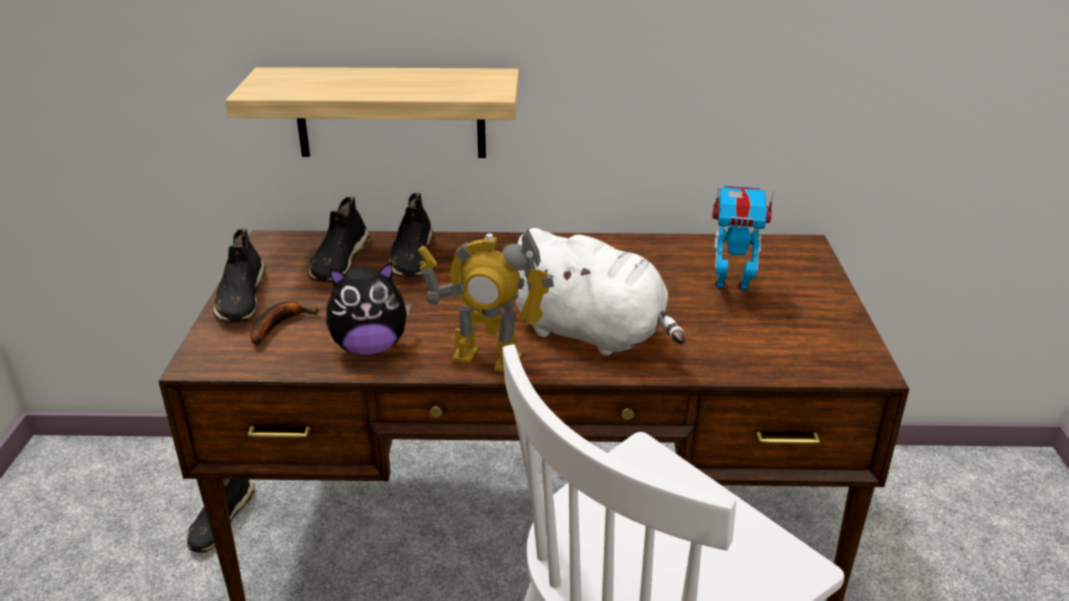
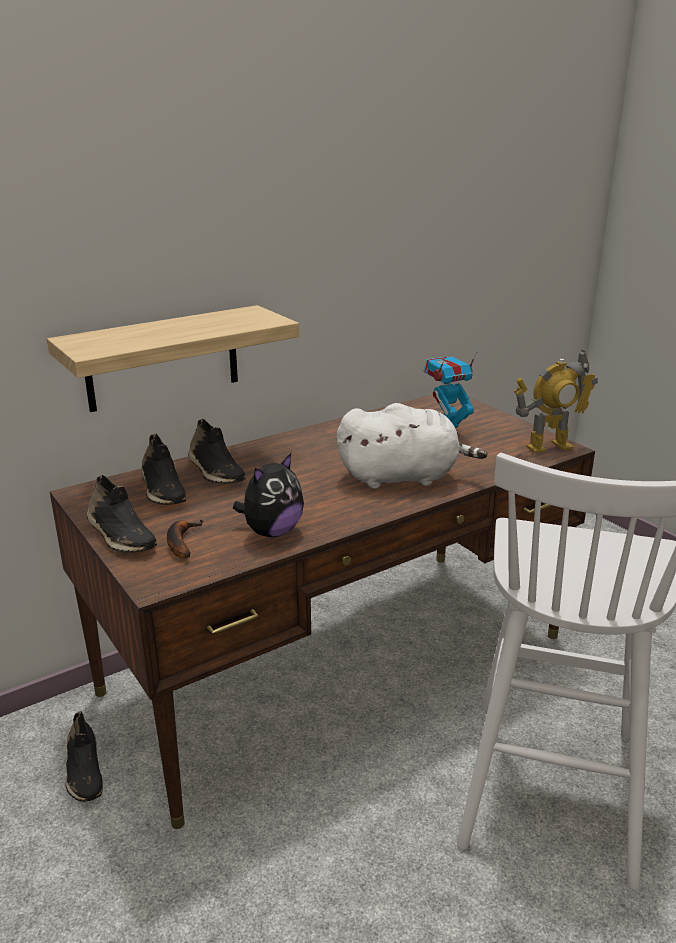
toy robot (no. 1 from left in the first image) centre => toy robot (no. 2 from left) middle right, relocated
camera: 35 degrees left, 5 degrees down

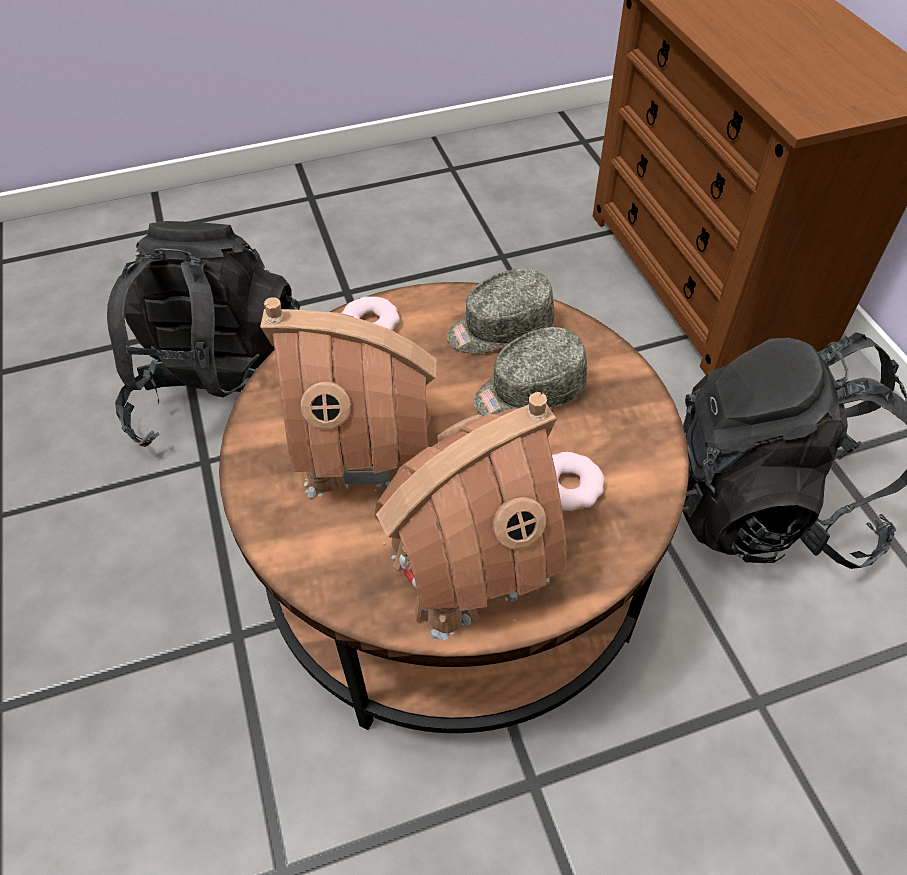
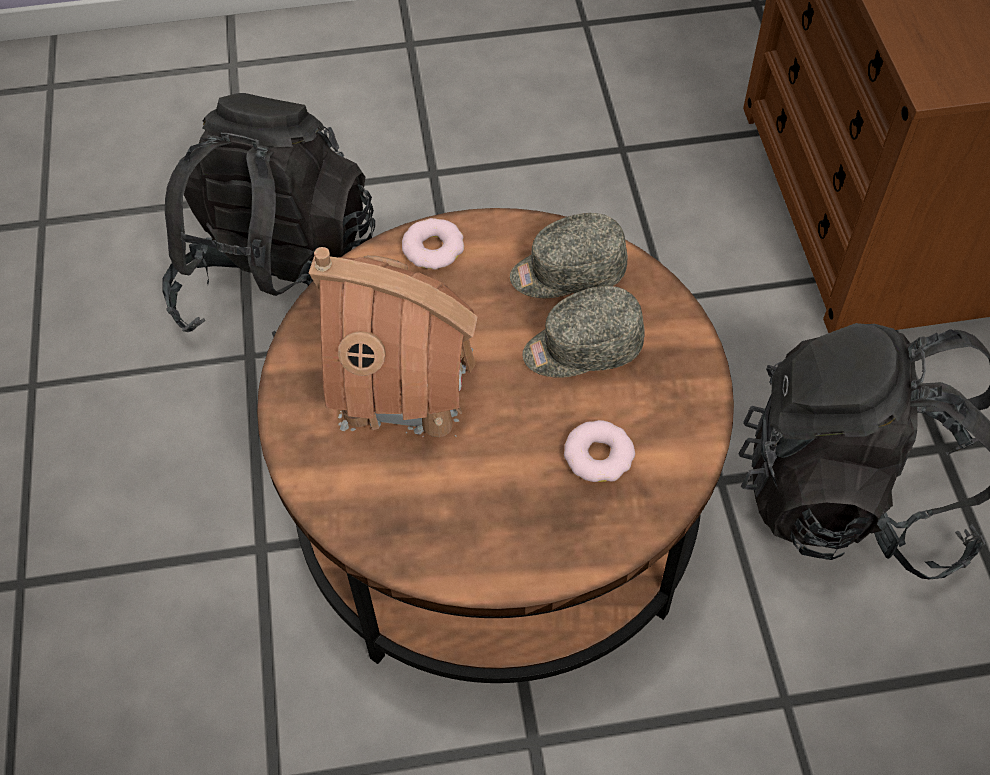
model house (no. 2 from left) centre => nothing
camera: 10 degrees right, 5 degrees up

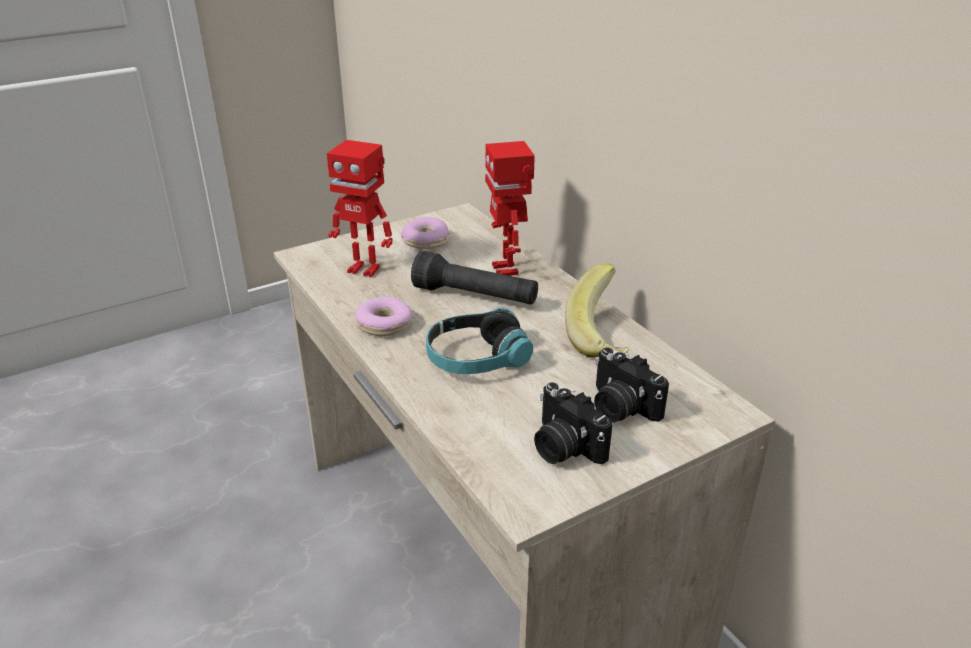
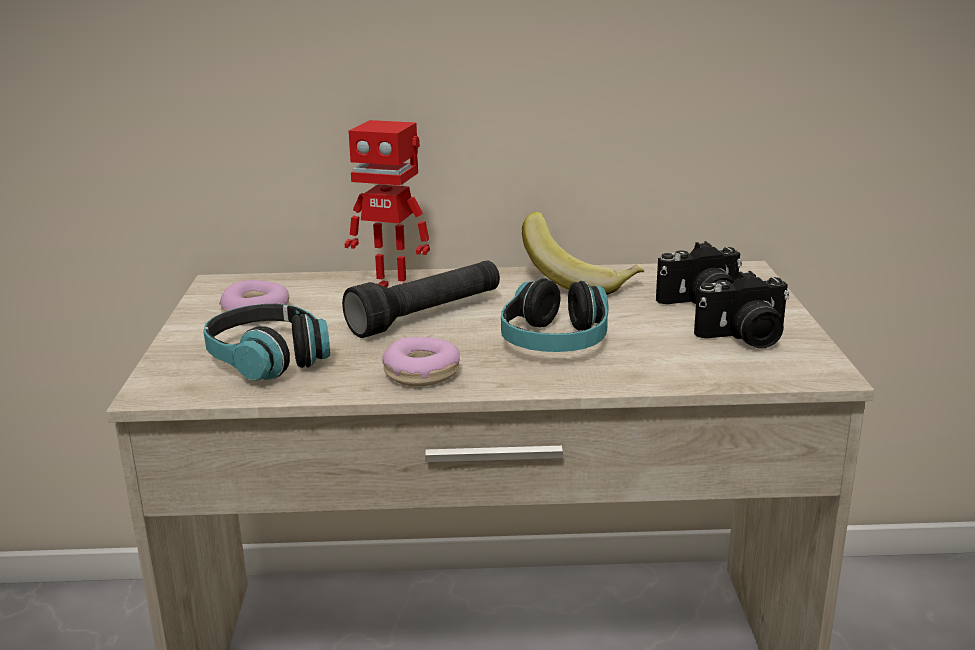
toy robot (no. 1 from left) top centre => headphones (no. 1 from left) middle left
camera: 60 degrees left, 10 degrees down

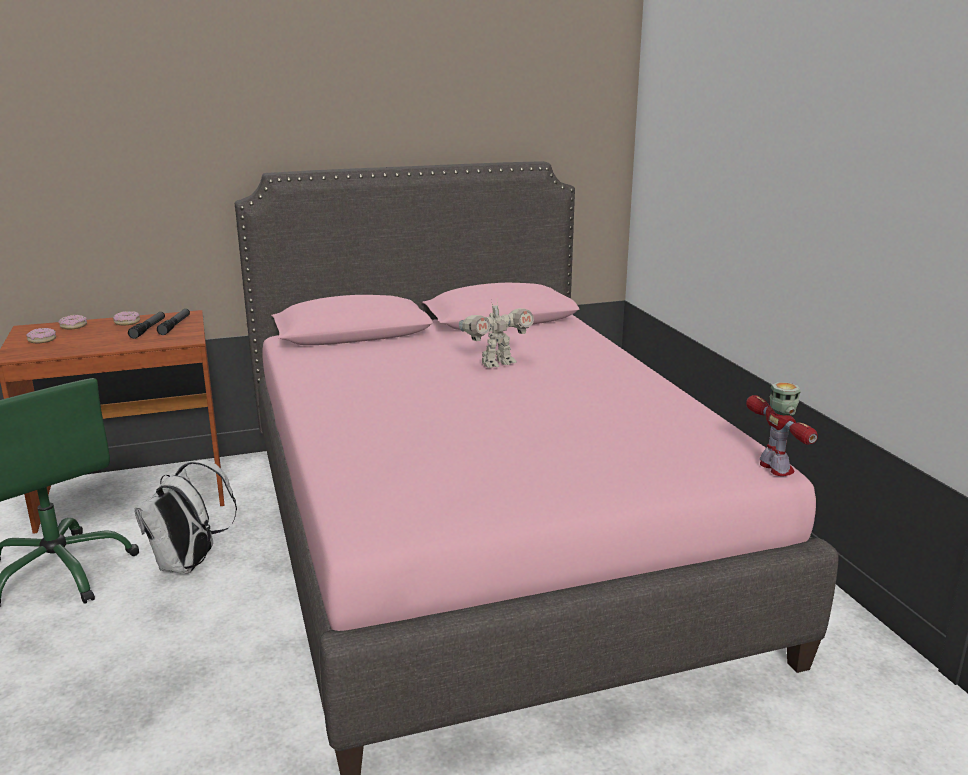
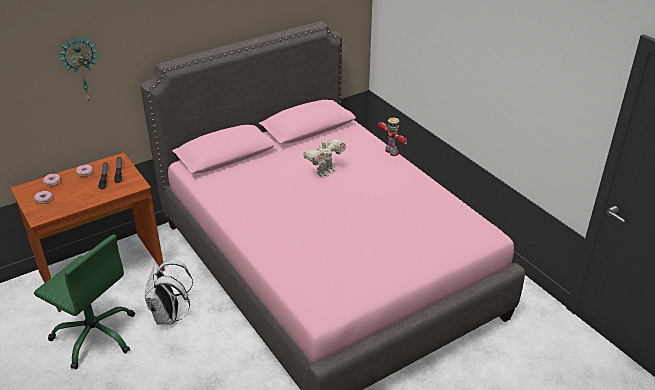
nothing => hanging clock top left
toy robot (no. 2 from left) middle right => toy robot (no. 2 from left) centre, relocated
camera: 15 degrees left, 15 degrees up

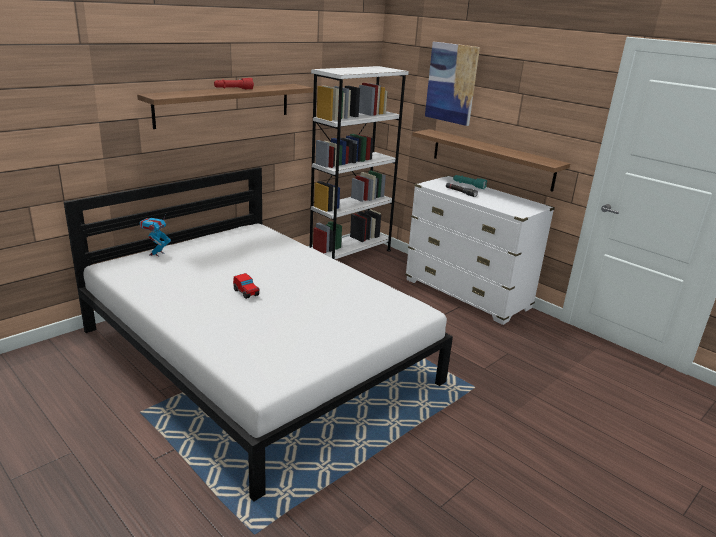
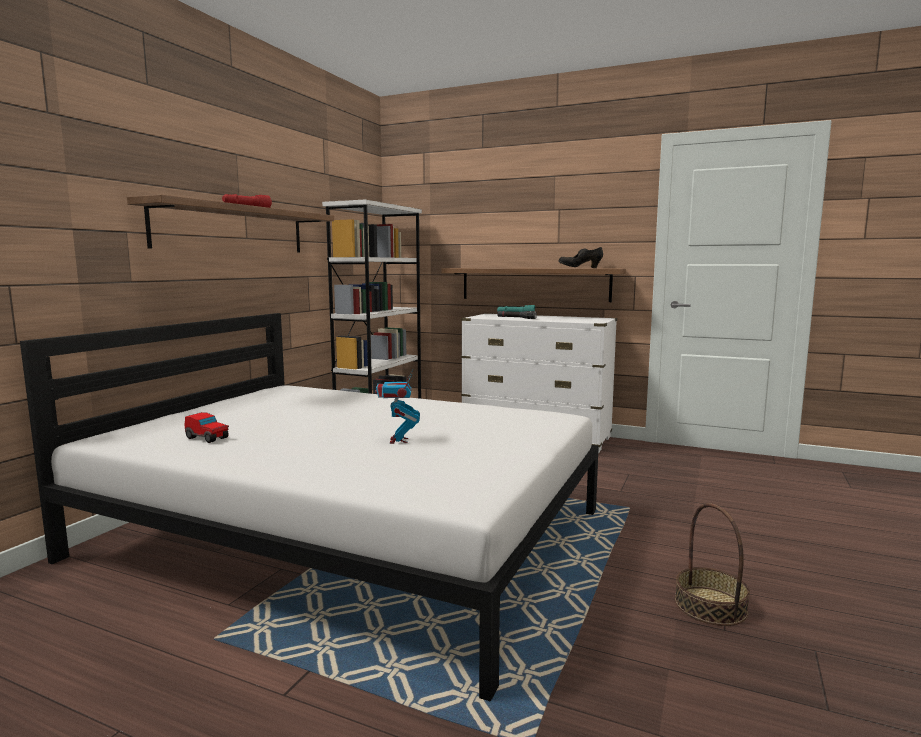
wall picture top centre => nothing
nothing => black-coloured shoe centre
nothing => household basket bottom right
toy robot middle left => toy robot centre, relocated
toy car centre => toy car middle left, relocated
camera: 20 degrees left, 15 degrees down

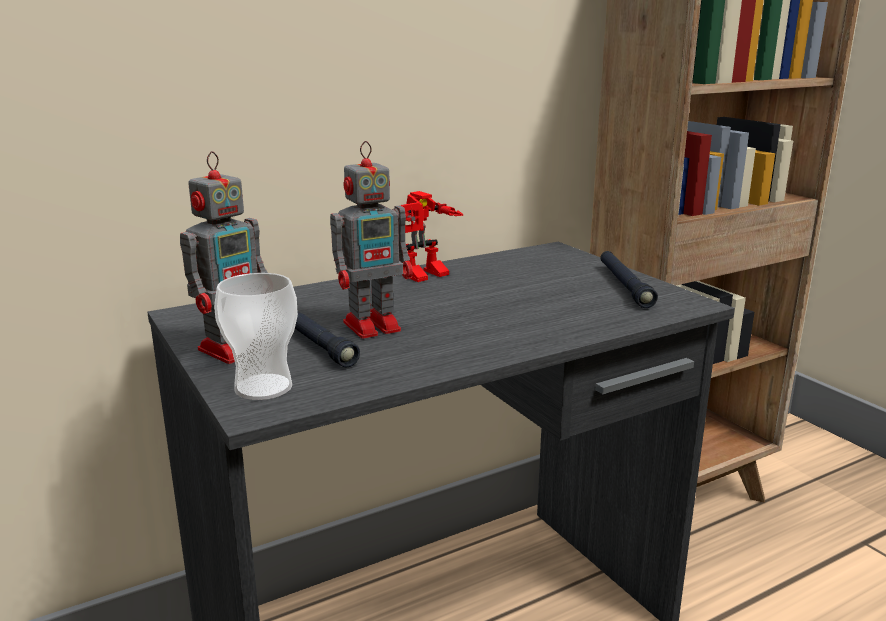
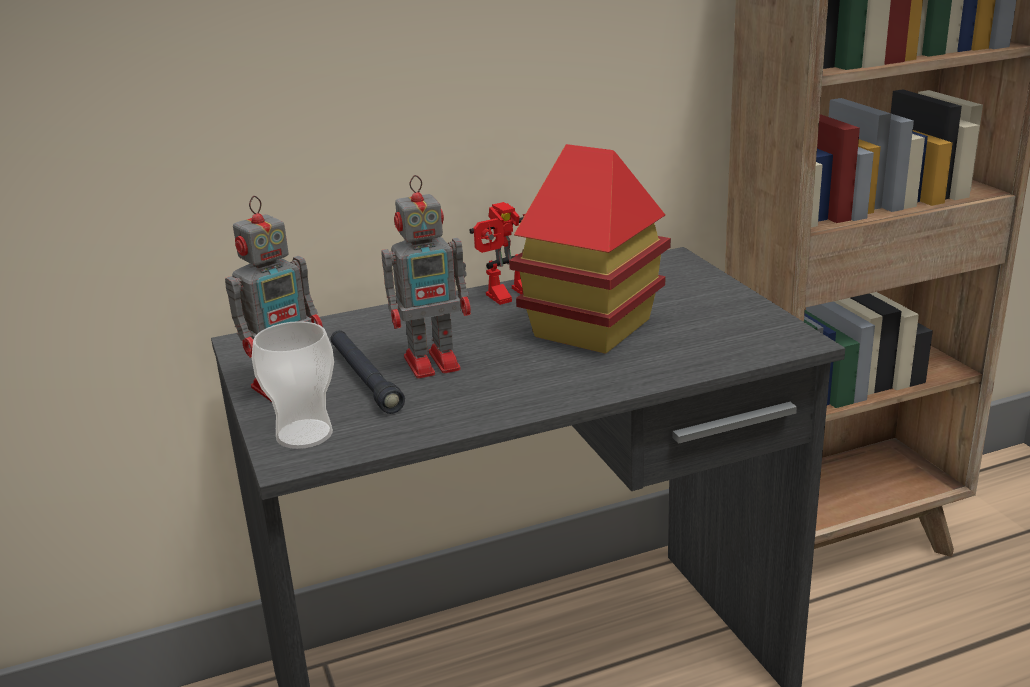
black-coloured flashlight (no. 2 from left) middle right => nothing
nothing => model house centre
camera: 10 degrees right, 5 degrees up

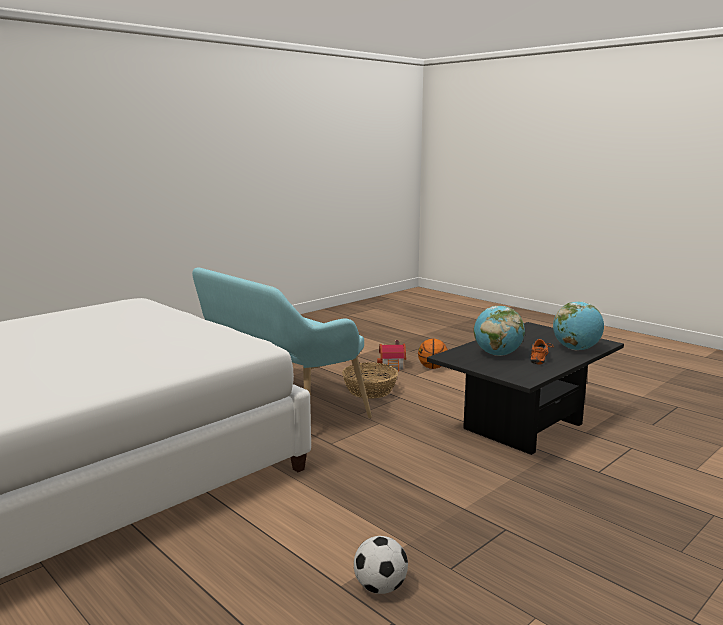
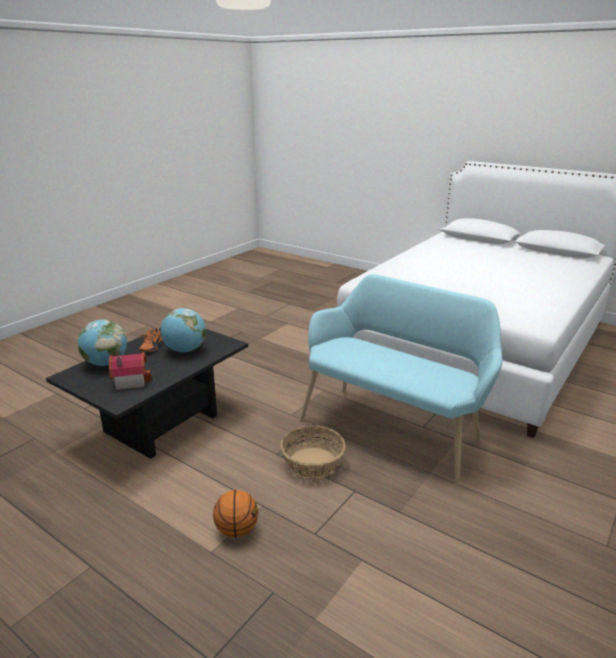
football ball bottom centre => nothing
model house centre => model house middle left, relocated
camera: 170 degrees right, 10 degrees up

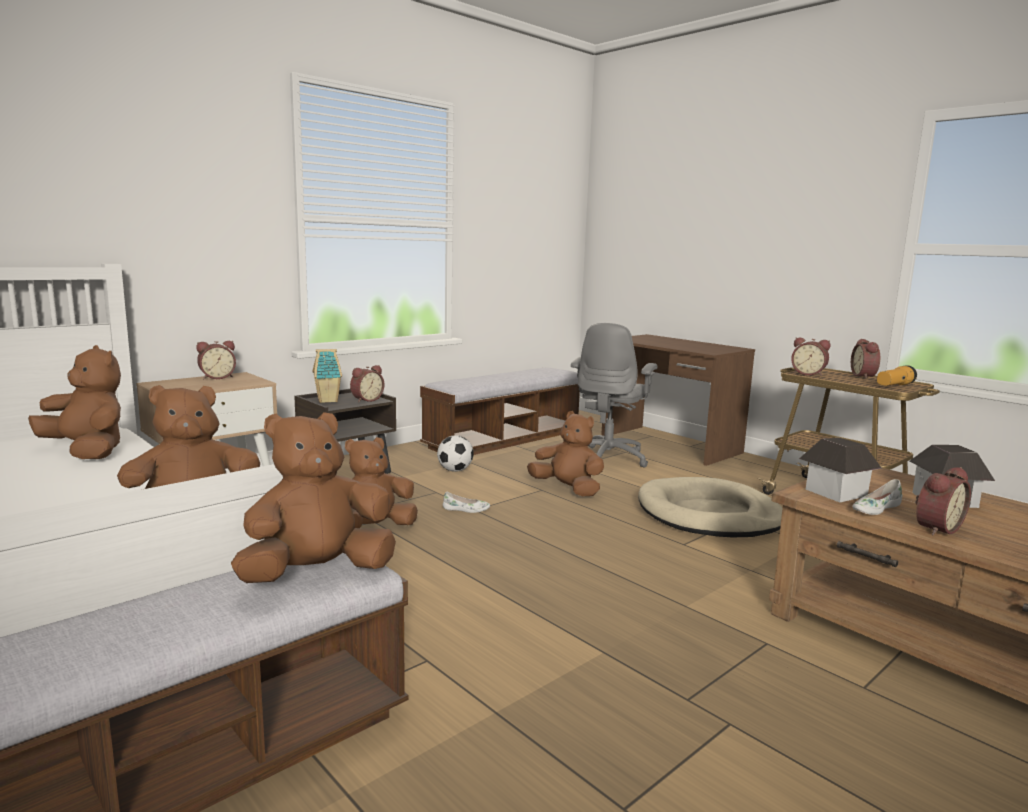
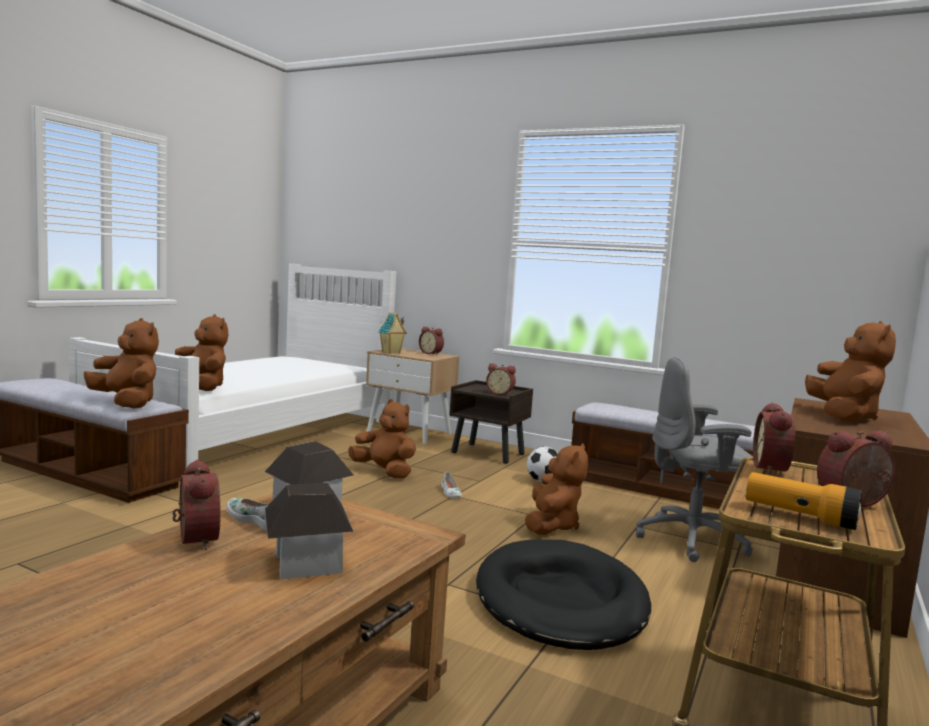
brownish cuddly toy (no. 1 from left in the first image) middle left => brownish cuddly toy (no. 5 from left) middle right, relocated
model house (no. 1 from left in the first image) middle left => model house (no. 3 from left) centre, relocated
sand-coloured dog cushion middle right => black-coloured dog cushion bottom centre
table clock (no. 5 from left in the first image) middle right => table clock (no. 1 from left) bottom left, 150 degrees counterclockwise
camera: 70 degrees right, 5 degrees down

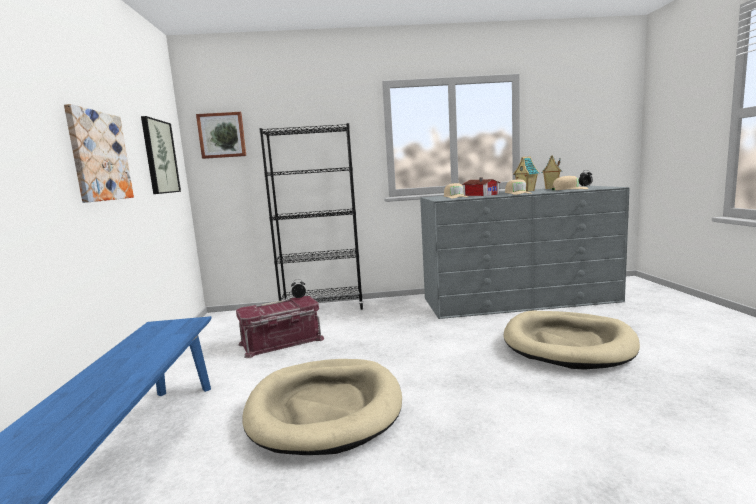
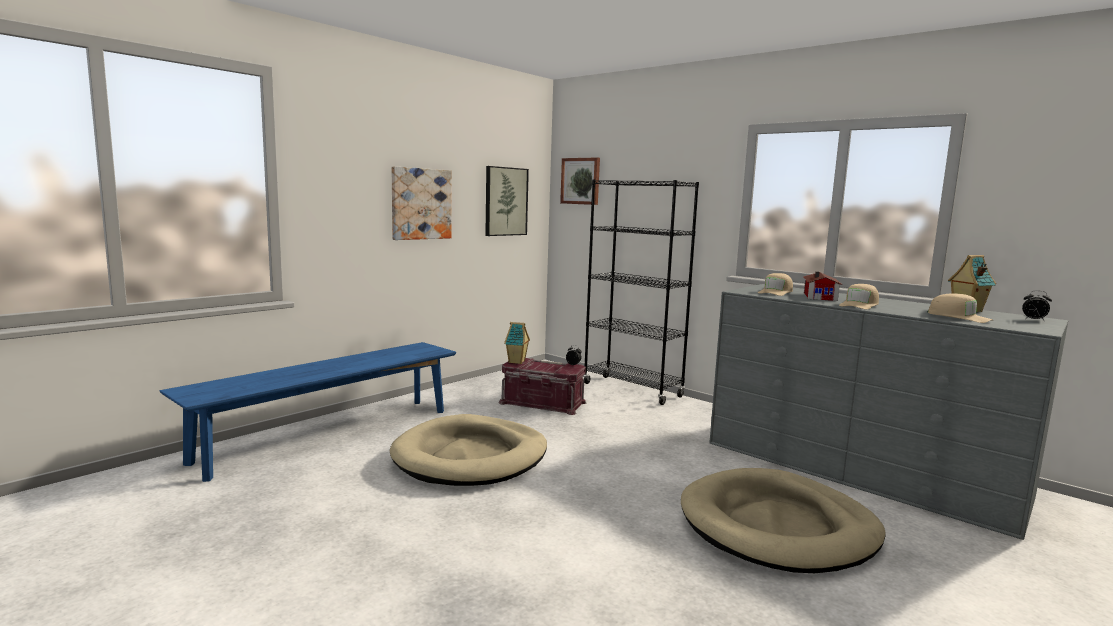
model house (no. 2 from left in the first image) middle right => model house (no. 1 from left) centre, relocated
camera: 45 degrees right, 0 degrees up

